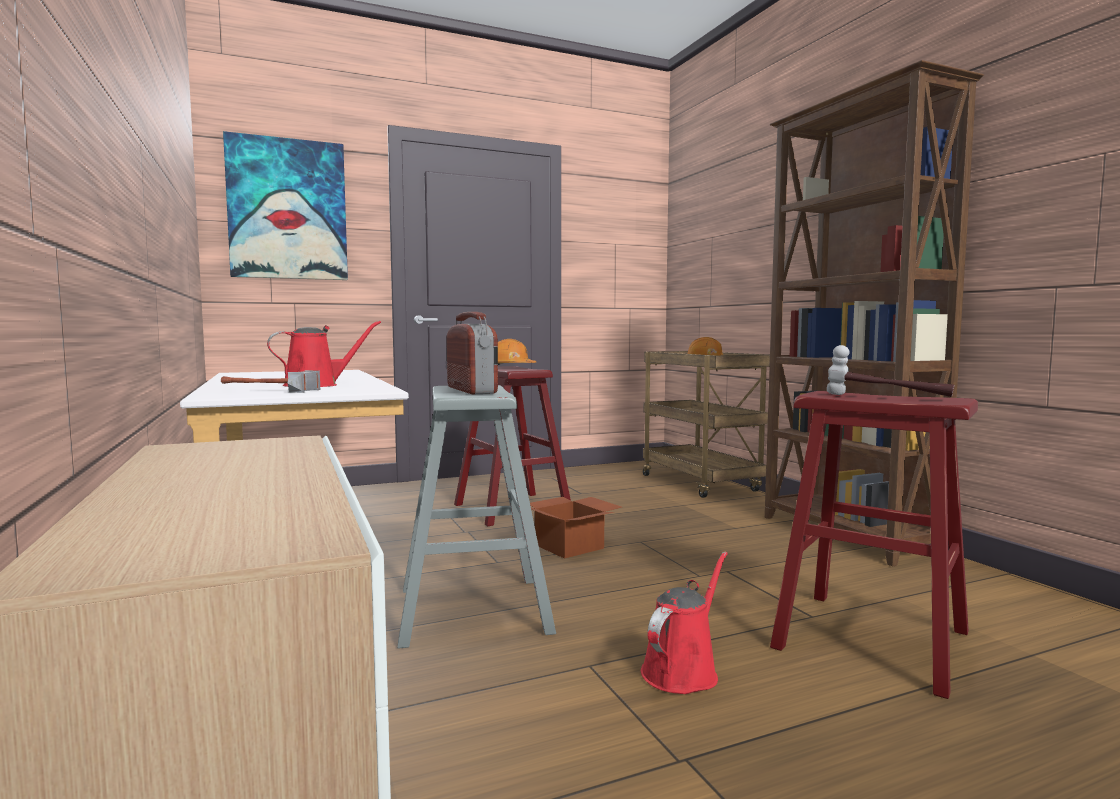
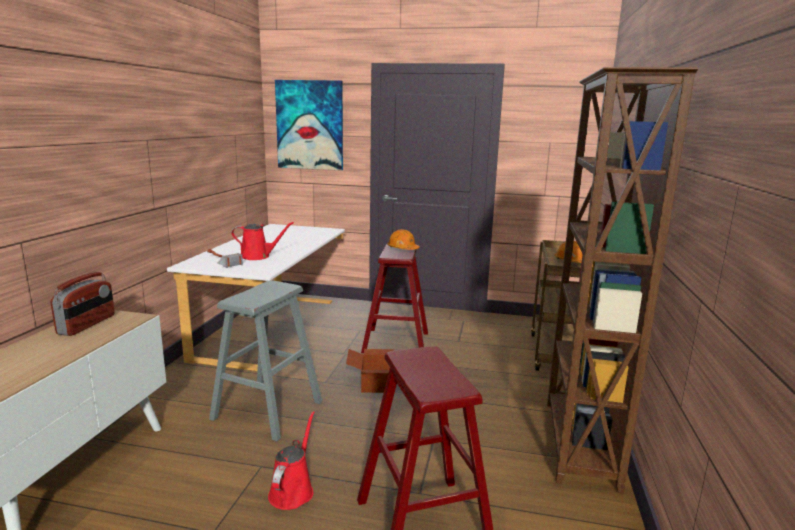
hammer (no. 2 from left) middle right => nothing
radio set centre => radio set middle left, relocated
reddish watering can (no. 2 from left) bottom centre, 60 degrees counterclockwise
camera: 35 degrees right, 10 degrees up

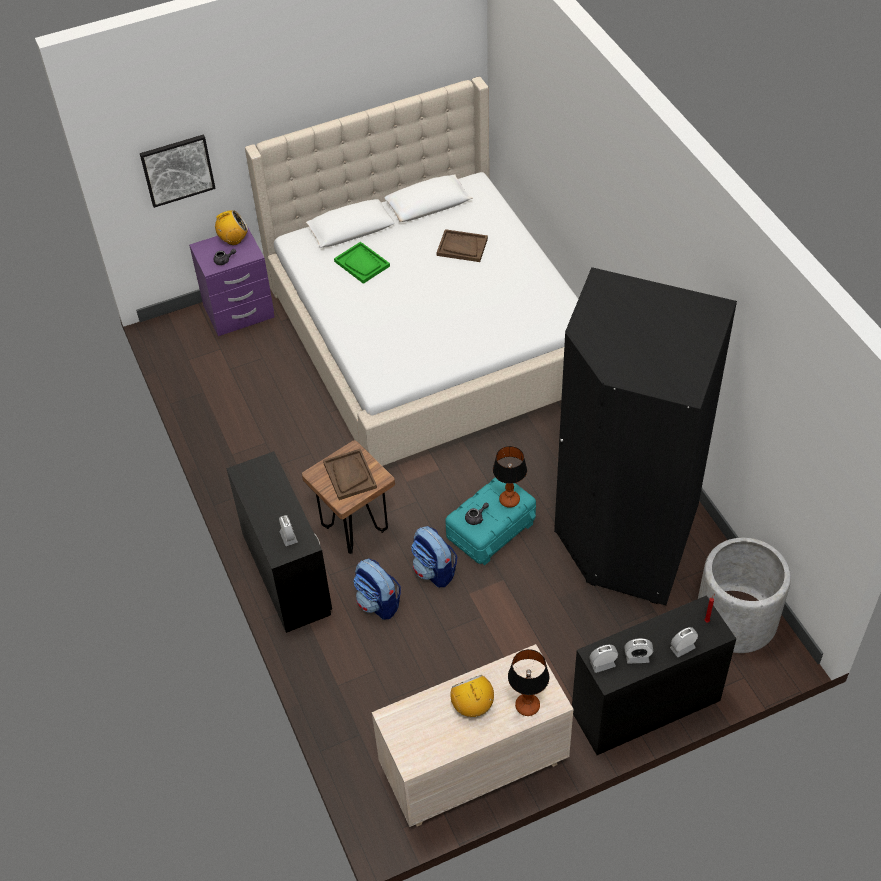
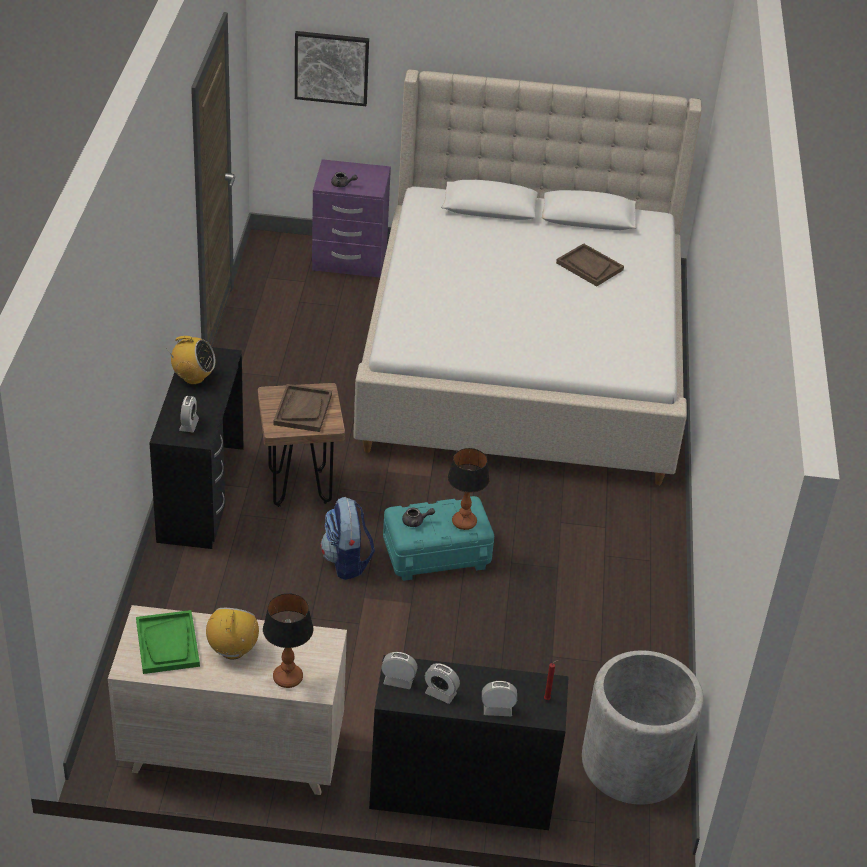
rucksack (no. 1 from left) bottom centre => nothing
black-coloured clothes cupboard middle right => nothing
radio set (no. 1 from left) top left => radio set (no. 1 from left) middle left, relocated
green serving tray top centre => green serving tray bottom left, relocated
camera: 25 degrees right, 10 degrees down

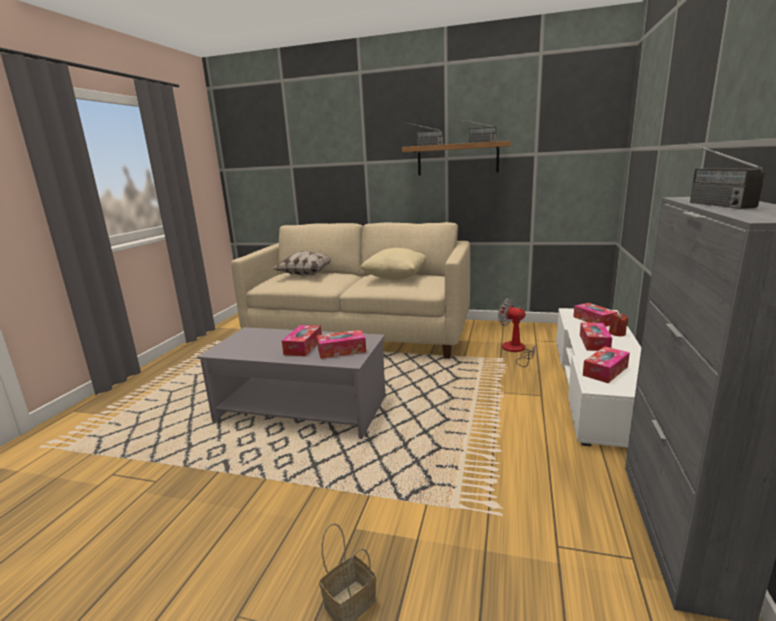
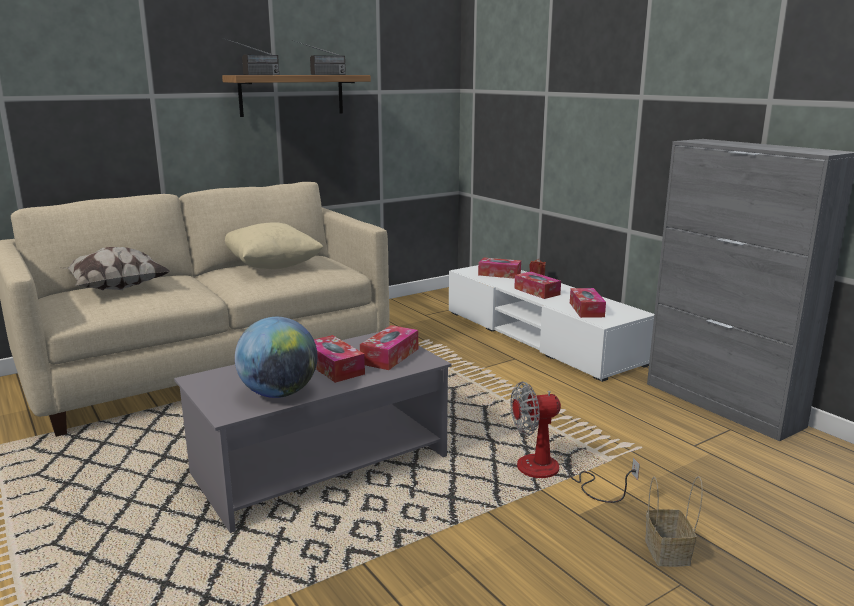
radio set (no. 3 from left) top right => nothing
nothing => desk globe middle left
electric fan centre => electric fan bottom right, relocated
camera: 50 degrees left, 0 degrees up

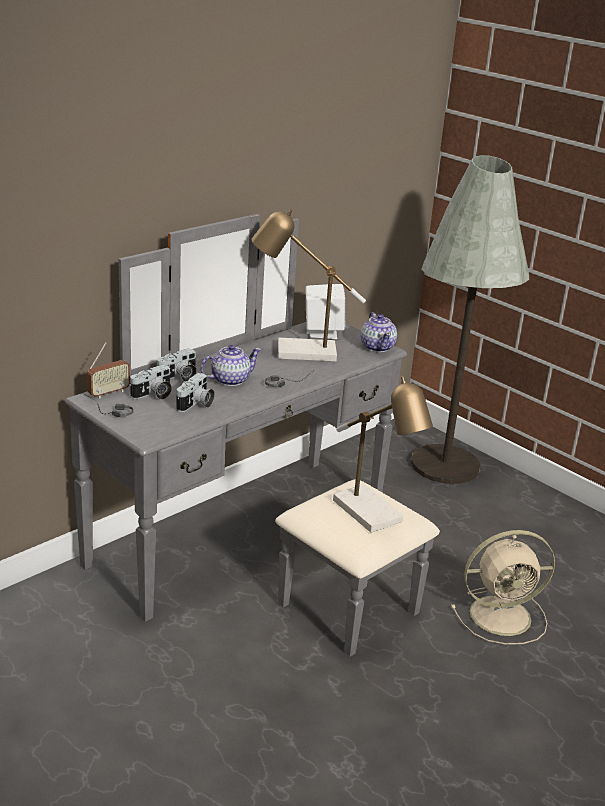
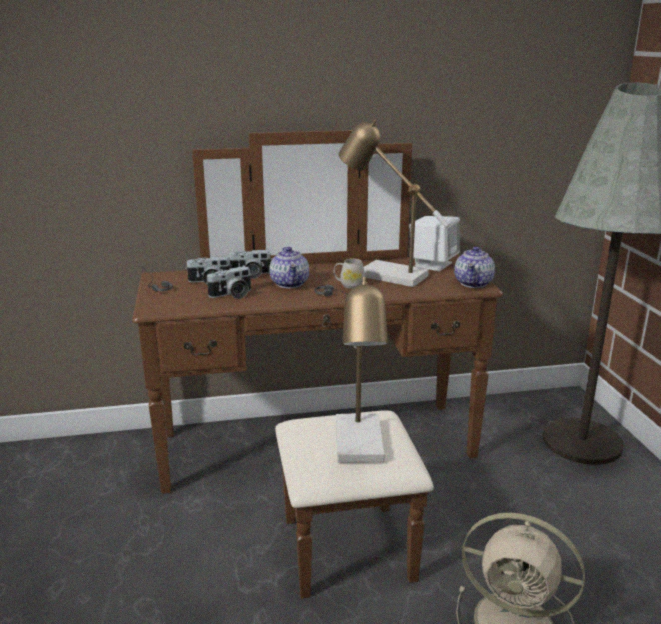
radio set middle left => nothing
nothing => whitish tea mug centre
gray dresser centre => brownish dresser centre
tea pot (no. 1 from left) centre, 75 degrees clockwise
camera: 35 degrees right, 5 degrees down

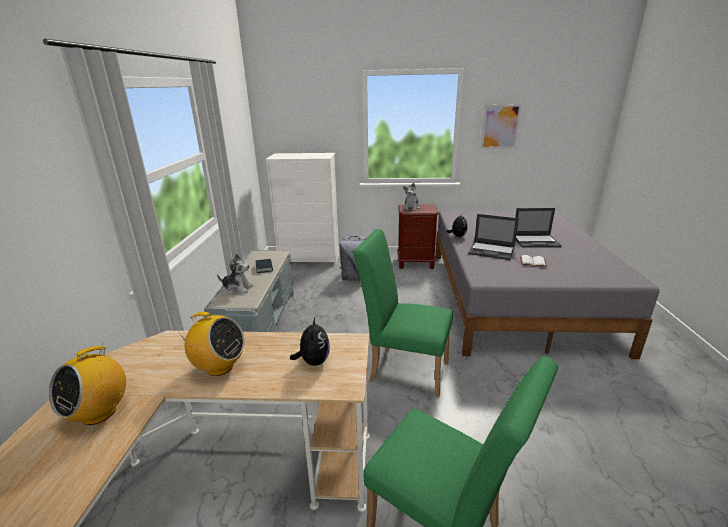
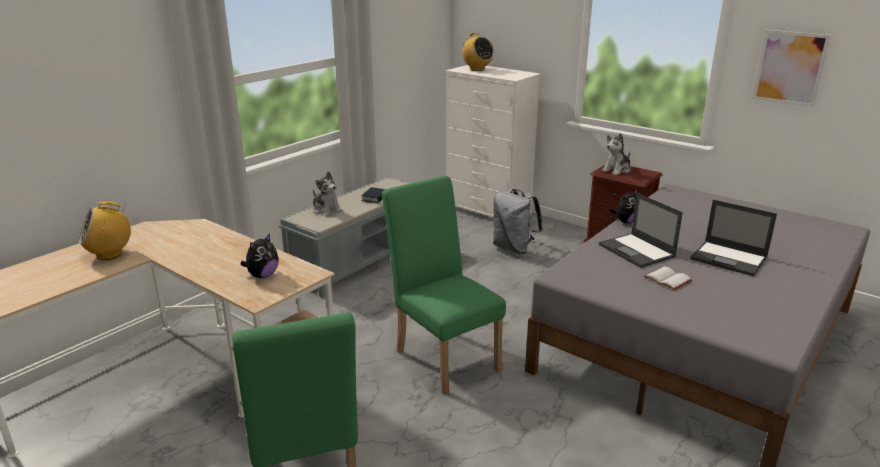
radio set (no. 2 from left) middle left => radio set (no. 2 from left) top centre, relocated
camera: 35 degrees right, 0 degrees up

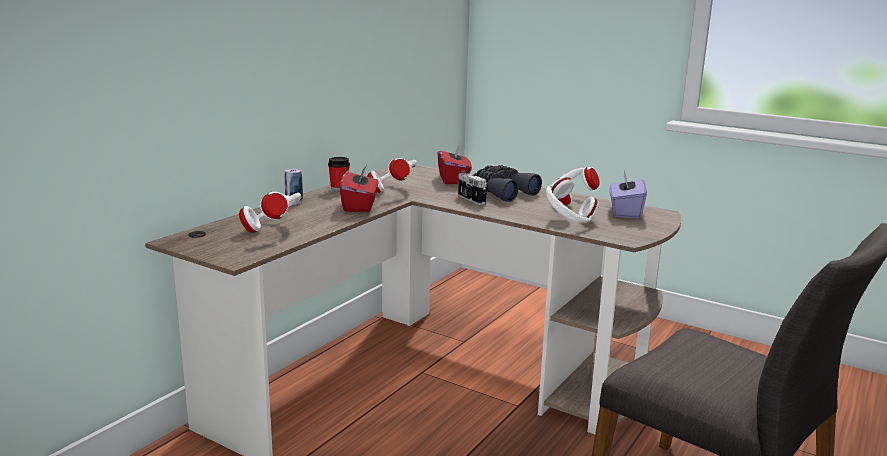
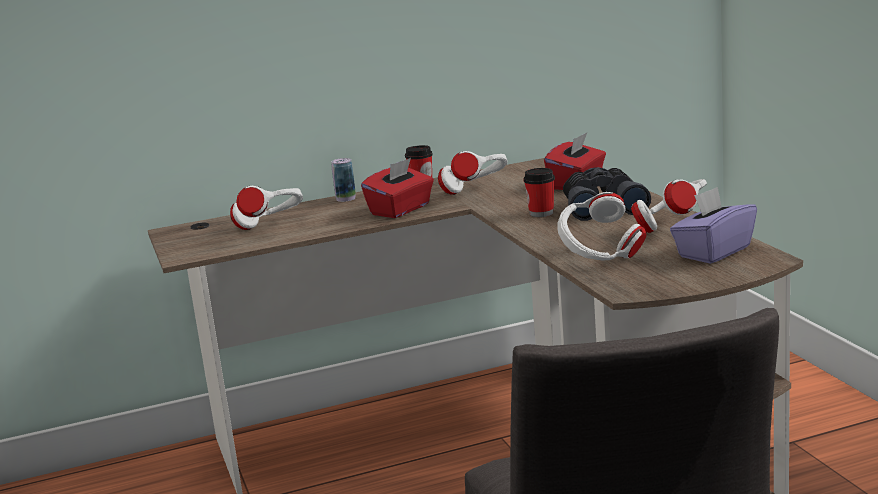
photo camera centre => cup (no. 2 from left) centre
camera: 40 degrees right, 0 degrees up

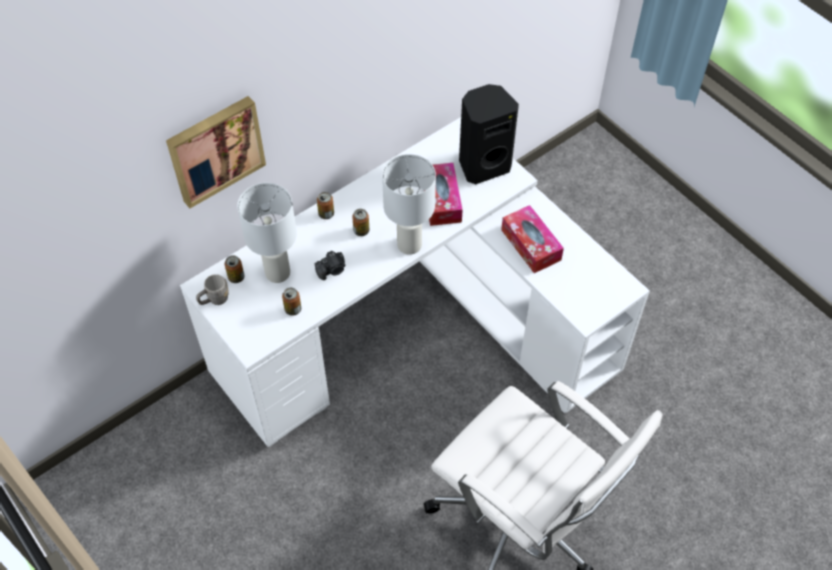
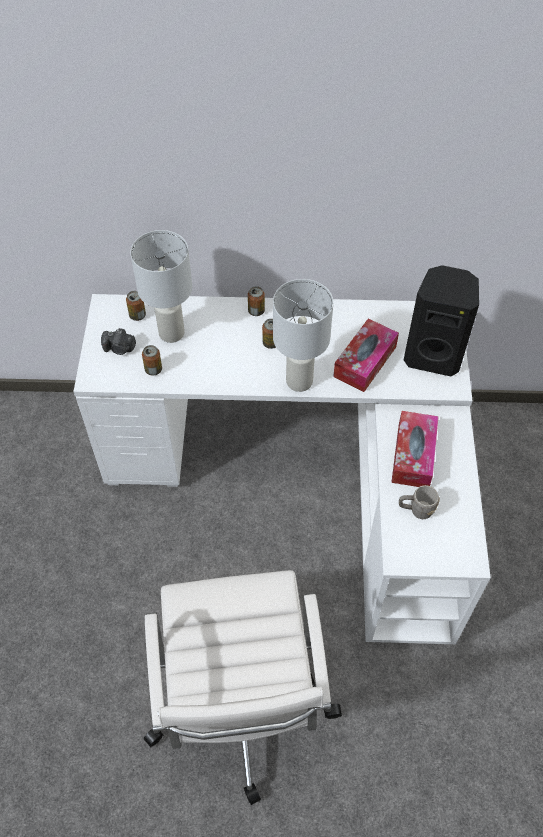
wall picture top left => nothing
gray tea mug middle left => gray tea mug middle right, relocated
photo camera centre => photo camera middle left, relocated
camera: 40 degrees right, 0 degrees up

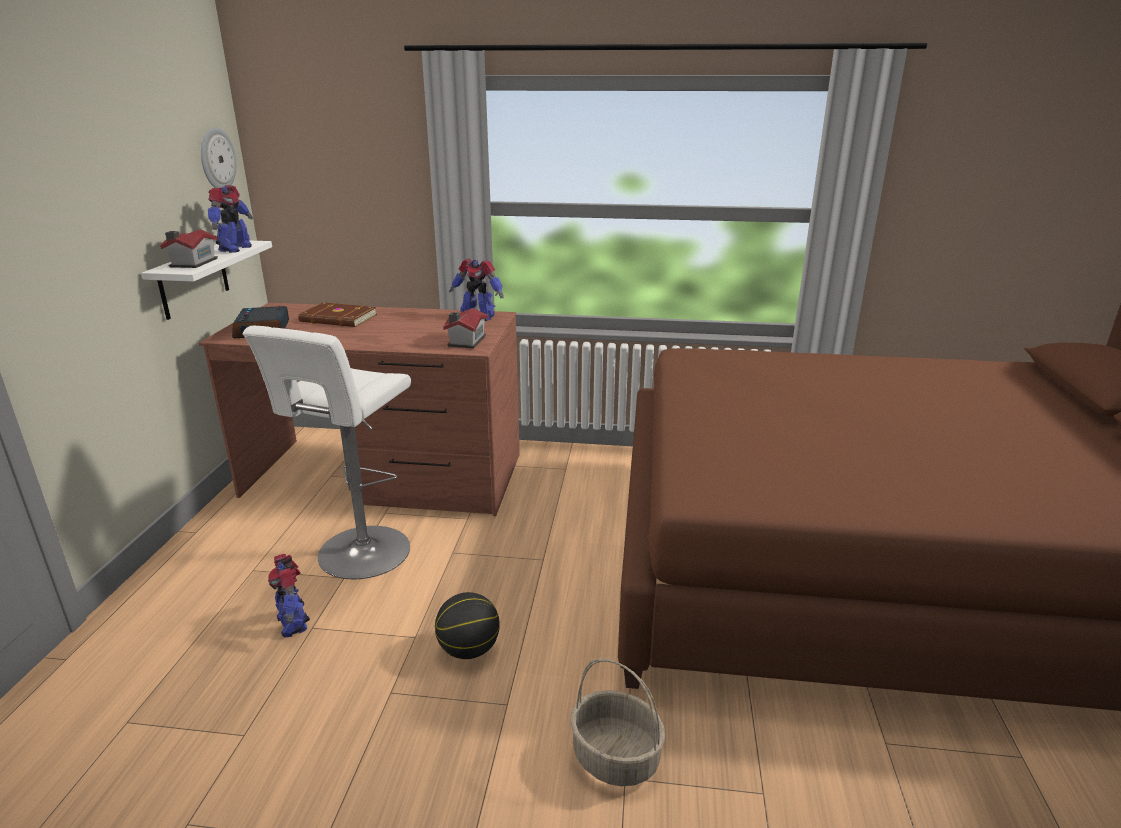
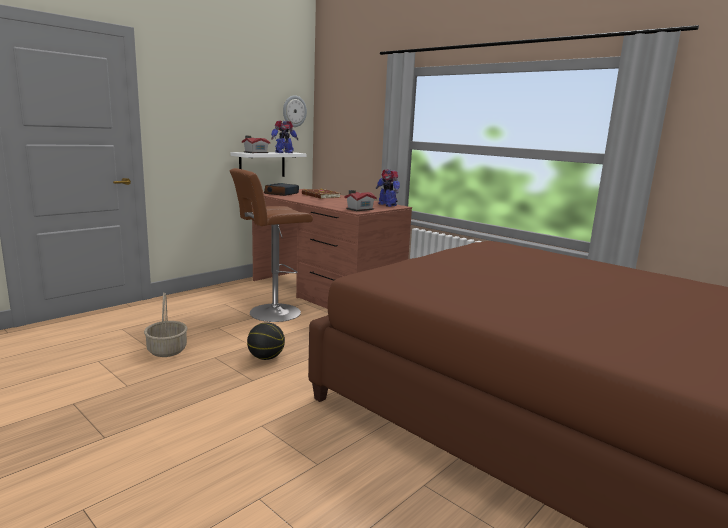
toy robot (no. 2 from left) bottom left => nothing
household basket bottom centre => household basket middle left, relocated
whitish sitting stool middle left => brownish sitting stool centre
camera: 35 degrees right, 10 degrees down

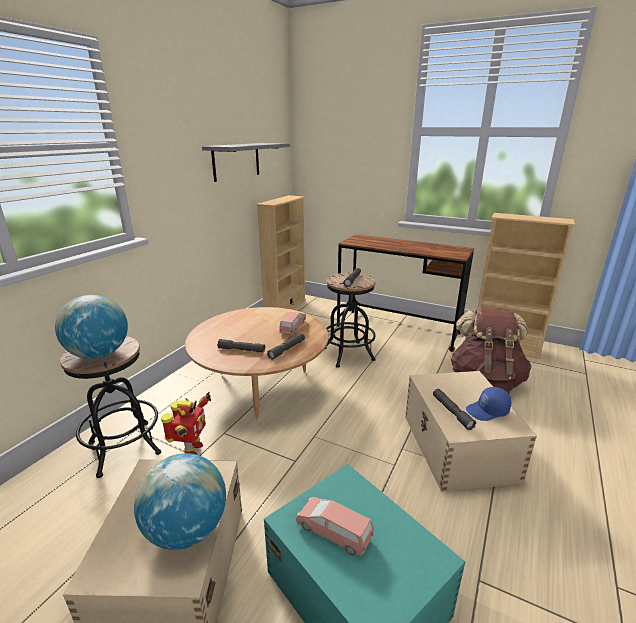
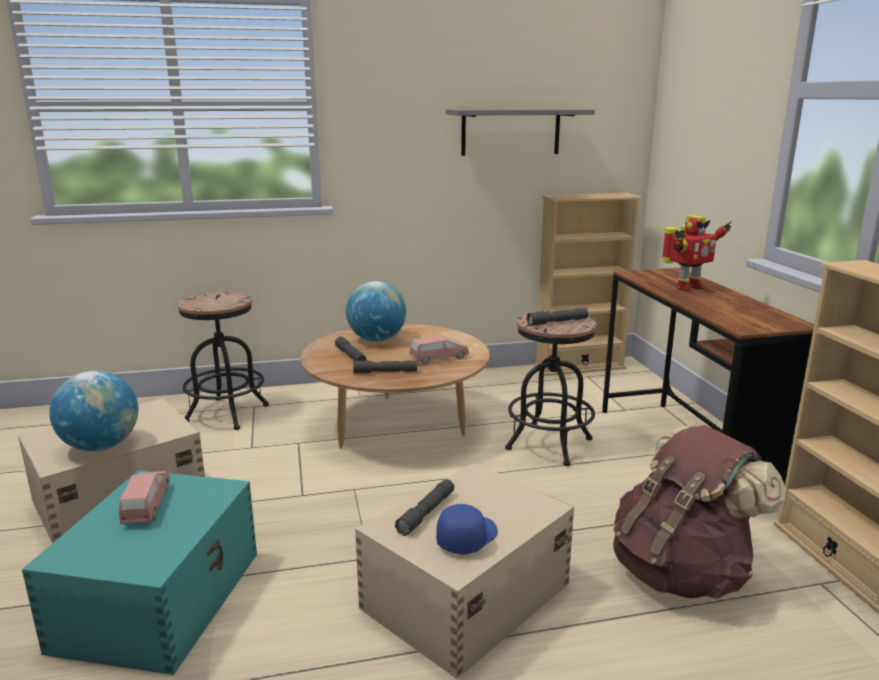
desk globe (no. 1 from left in the first image) middle left => desk globe (no. 2 from left) centre, relocated
toy robot bottom left => toy robot middle right, relocated
blue baseball cap middle right => blue baseball cap bottom centre, 90 degrees clockwise
camera: 50 degrees right, 5 degrees down

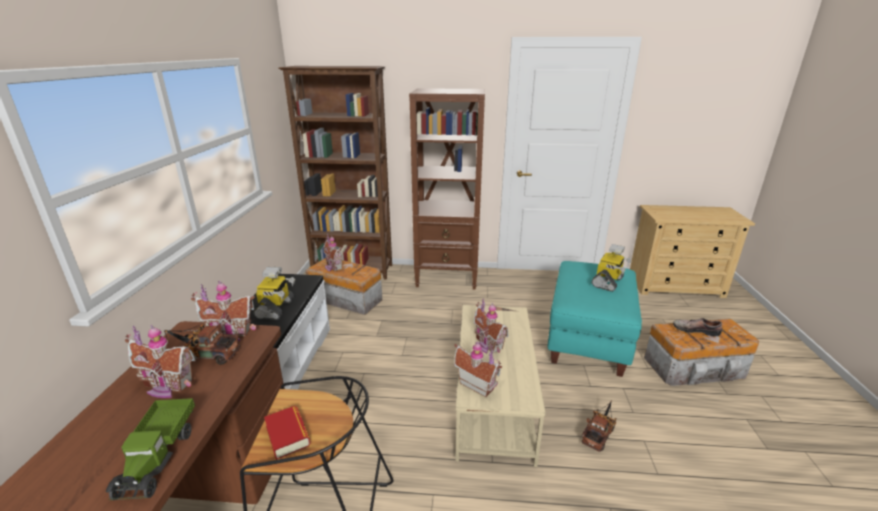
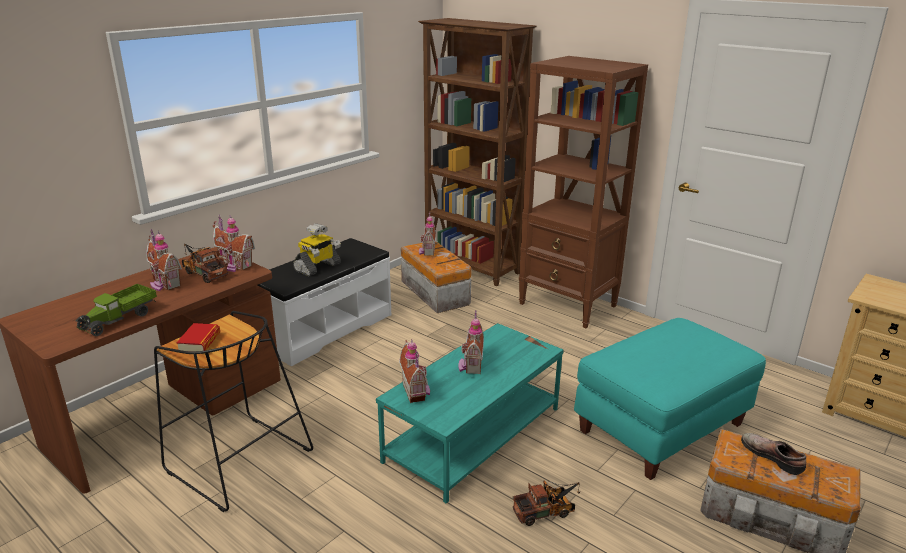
toy robot (no. 2 from left) middle right => nothing
sand-coloured lounge table bottom centre => turquoise lounge table bottom centre
camera: 35 degrees right, 0 degrees up

